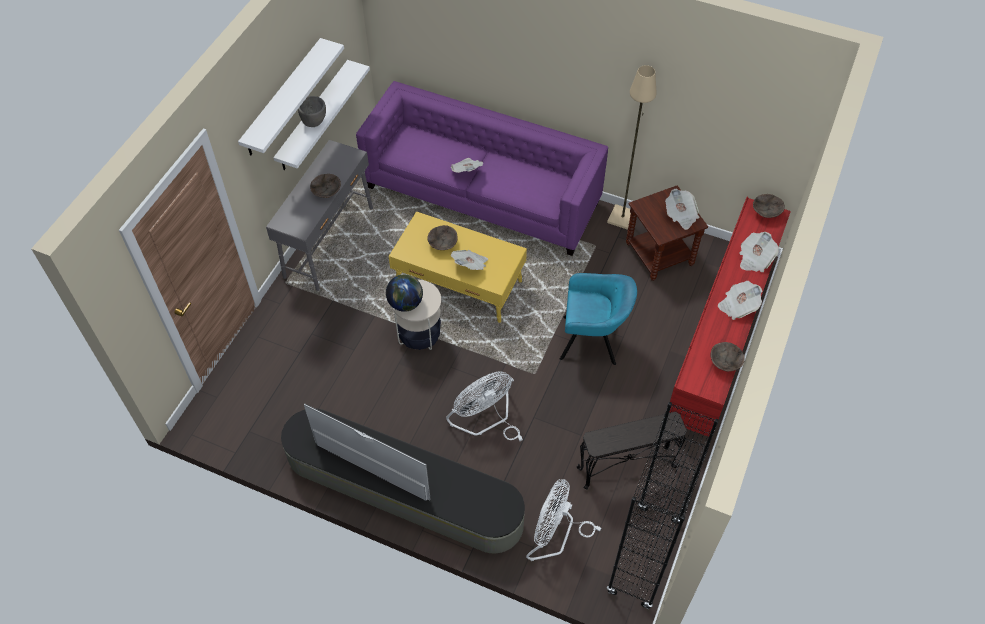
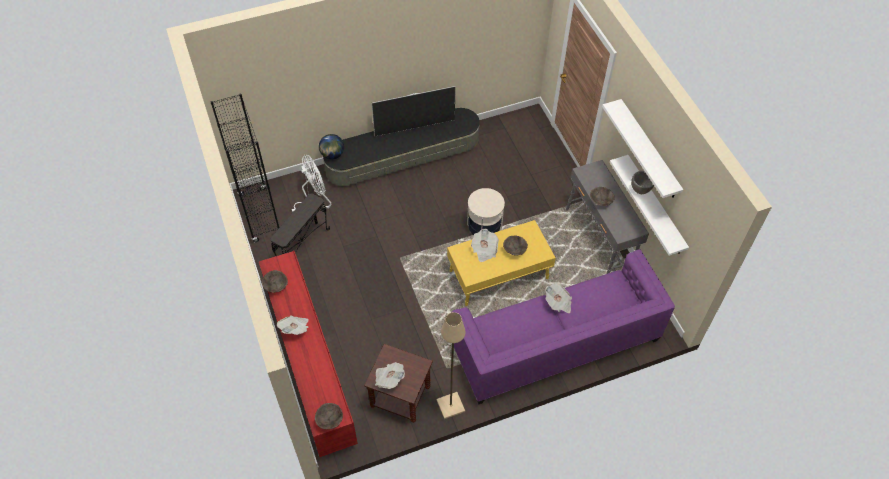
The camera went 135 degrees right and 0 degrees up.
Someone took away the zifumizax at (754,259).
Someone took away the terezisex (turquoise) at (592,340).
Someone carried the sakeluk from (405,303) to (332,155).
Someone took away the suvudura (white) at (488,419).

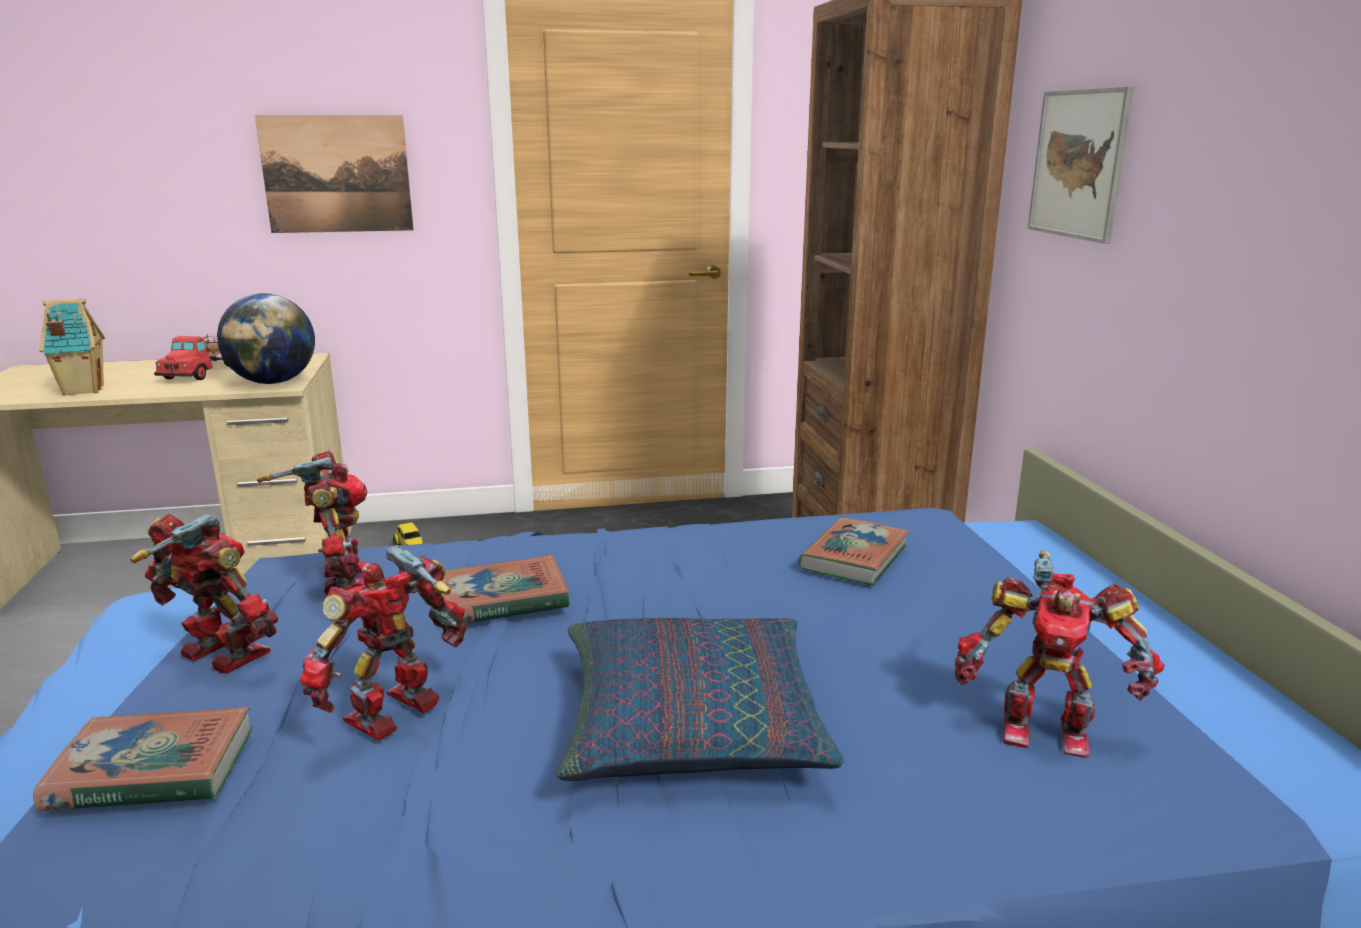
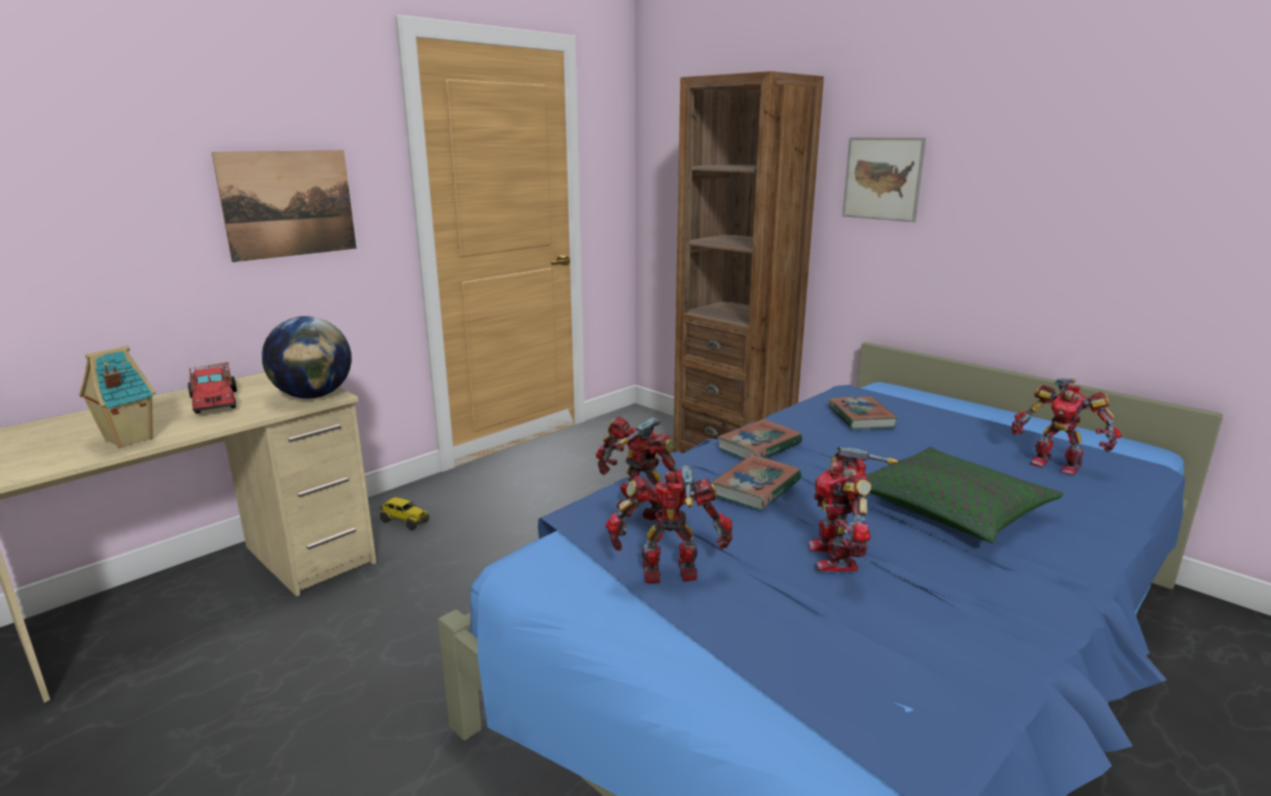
The camera went 35 degrees left and 0 degrees up.
Someone rotated the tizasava at (1043,728) by 60 degrees clockwise.
Someone repainted the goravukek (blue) at (691,724), which became the goravukek (green) at (953,510).
Someone carried the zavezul from (152,770) to (759,446).

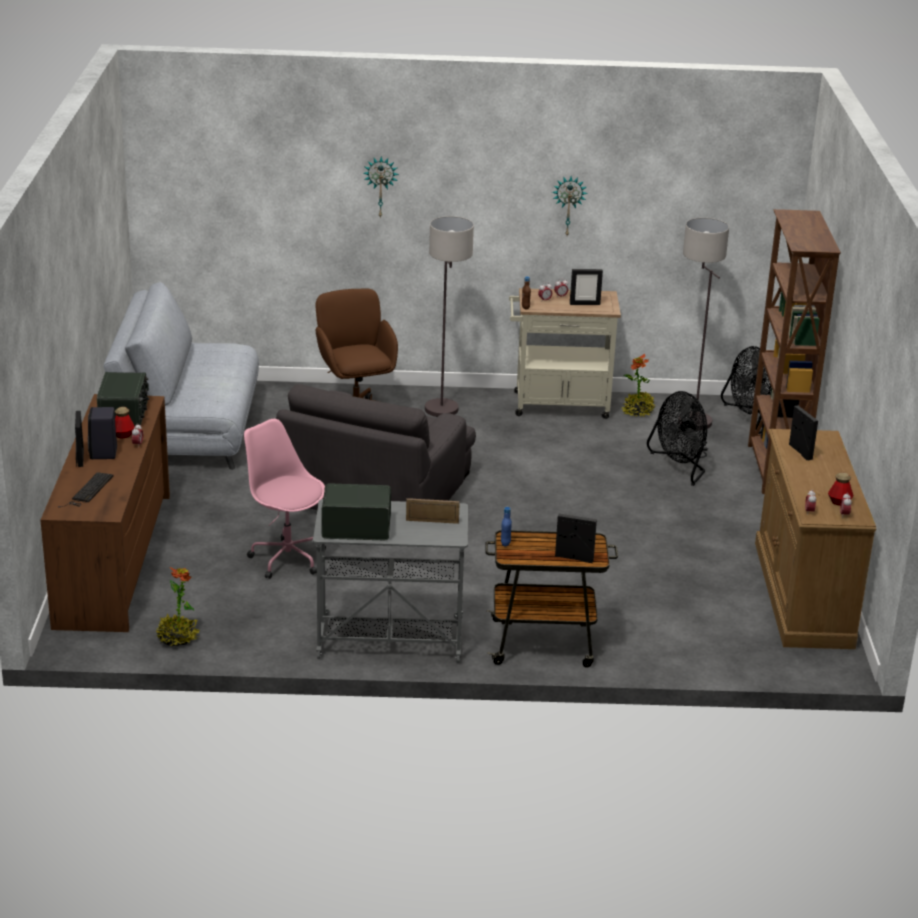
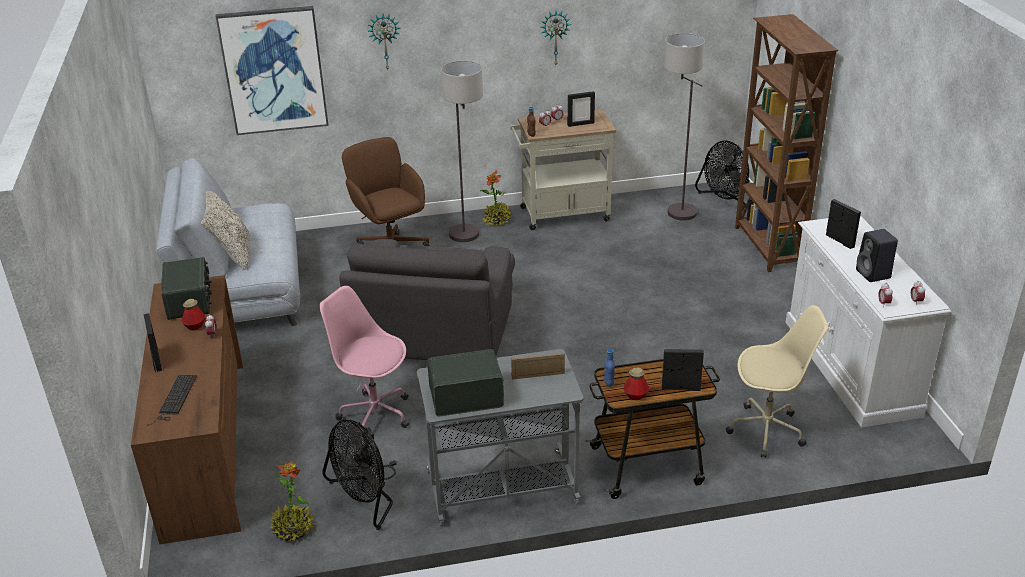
The camera went 10 degrees left and 5 degrees up.
Someone carried the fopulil from (638,411) to (497,220).
Someone carried the suvudura (black) from (682,464) to (367,495).
Someone carried the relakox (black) from (103,454) to (874,274).
Someone repainted the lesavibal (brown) at (802,594), which became the lesavibal (white) at (850,367).
Someone carried the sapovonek from (839,502) to (635,396).
Someone put up the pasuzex at (274,70).
Someone put down the goravukek (beige) at (232,254).
Someone put down the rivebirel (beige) at (768,431).

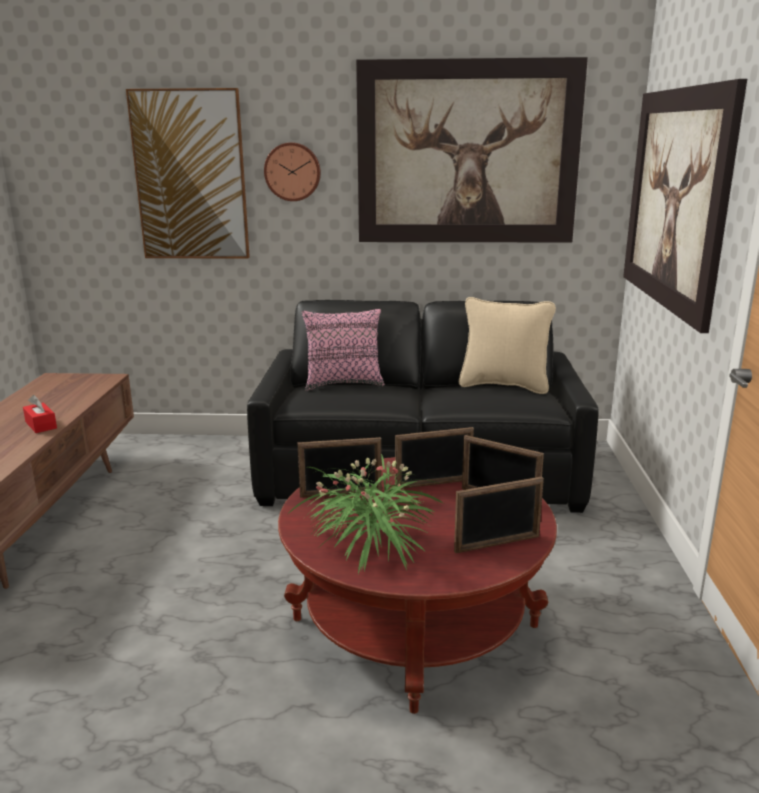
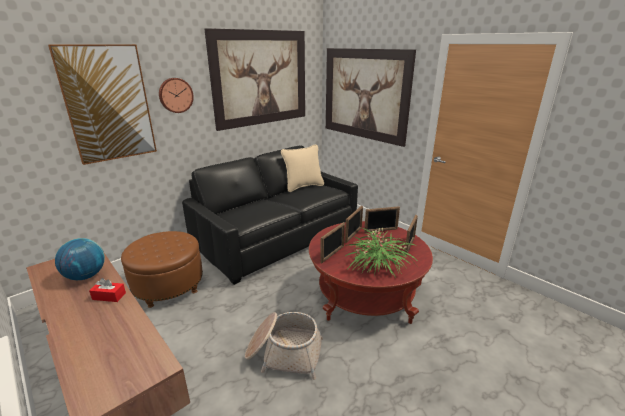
The camera went 45 degrees left and 5 degrees up.
Someone took away the goravukek (pink) at (344,384).
Someone put down the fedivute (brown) at (169,287).
Someone put down the sakeluk at (86,276).
Someone put down the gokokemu at (284,353).

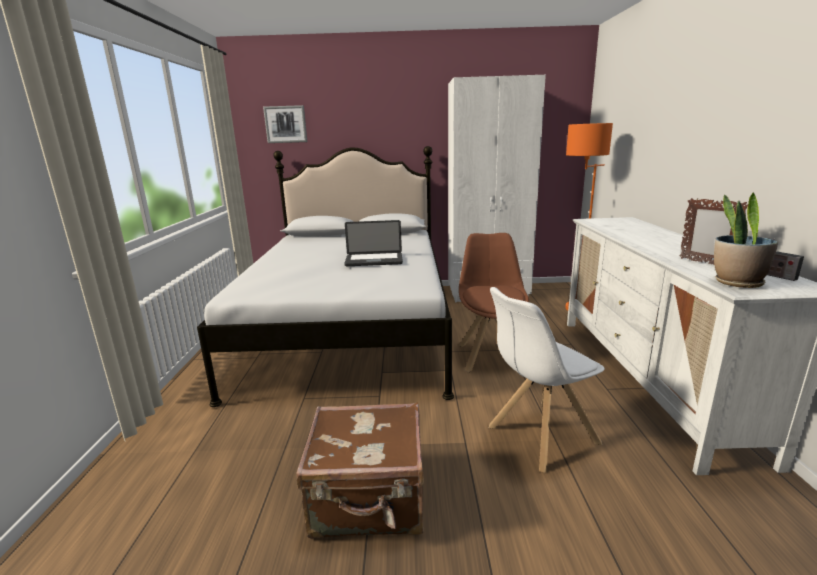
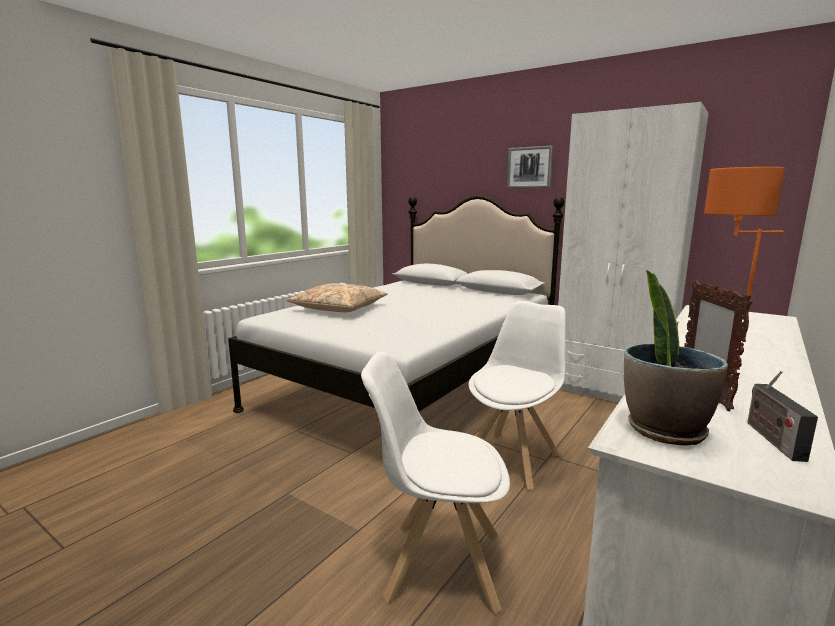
The camera went 35 degrees right and 5 degrees down.
Someone carried the pasuzex from (285,124) to (529,167).
Someone took away the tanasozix at (374,260).
Someone repainted the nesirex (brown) at (491,355), which became the nesirex (white) at (513,457).
Someone took away the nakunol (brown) at (369,500).
Someone put down the goravukek (beige) at (339,308).

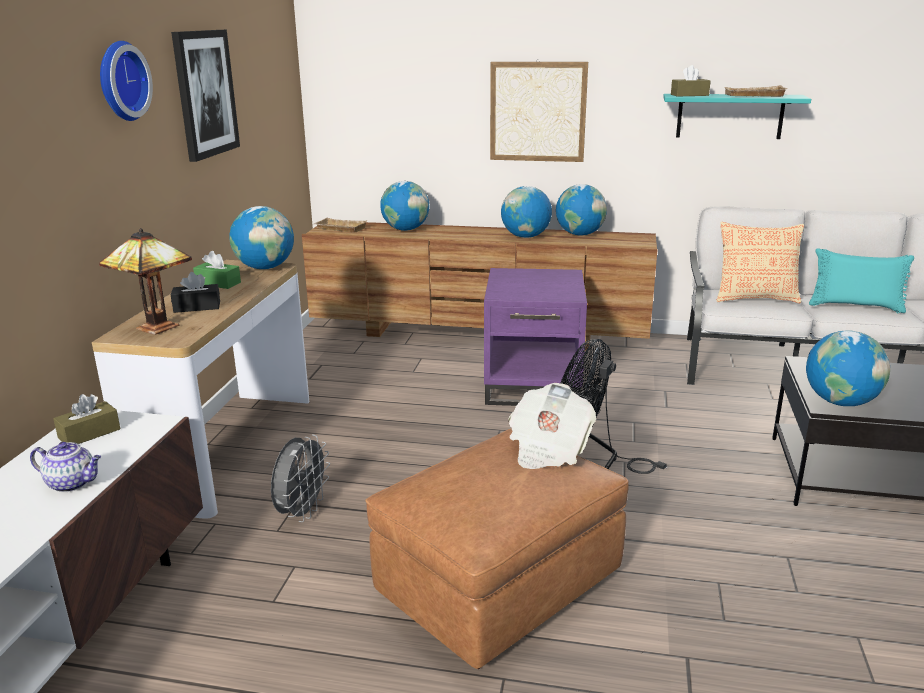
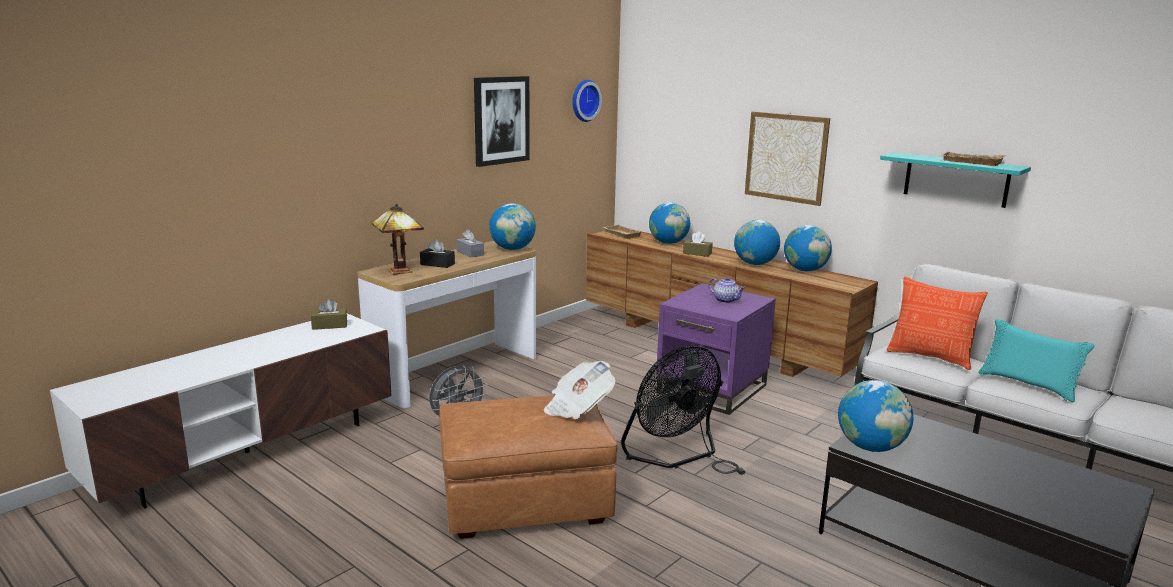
The camera went 30 degrees right and 5 degrees down.
Someone carried the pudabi from (120,81) to (584,100).
Someone carried the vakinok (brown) from (689,95) to (697,253).
Someone repainted the goravukek (beige) at (755,299), which became the goravukek (orange) at (930,357).
Someone repainted the vakinok (green) at (218,283), which became the vakinok (grey) at (470,253).
Someone carried the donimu from (73,483) to (726,300).

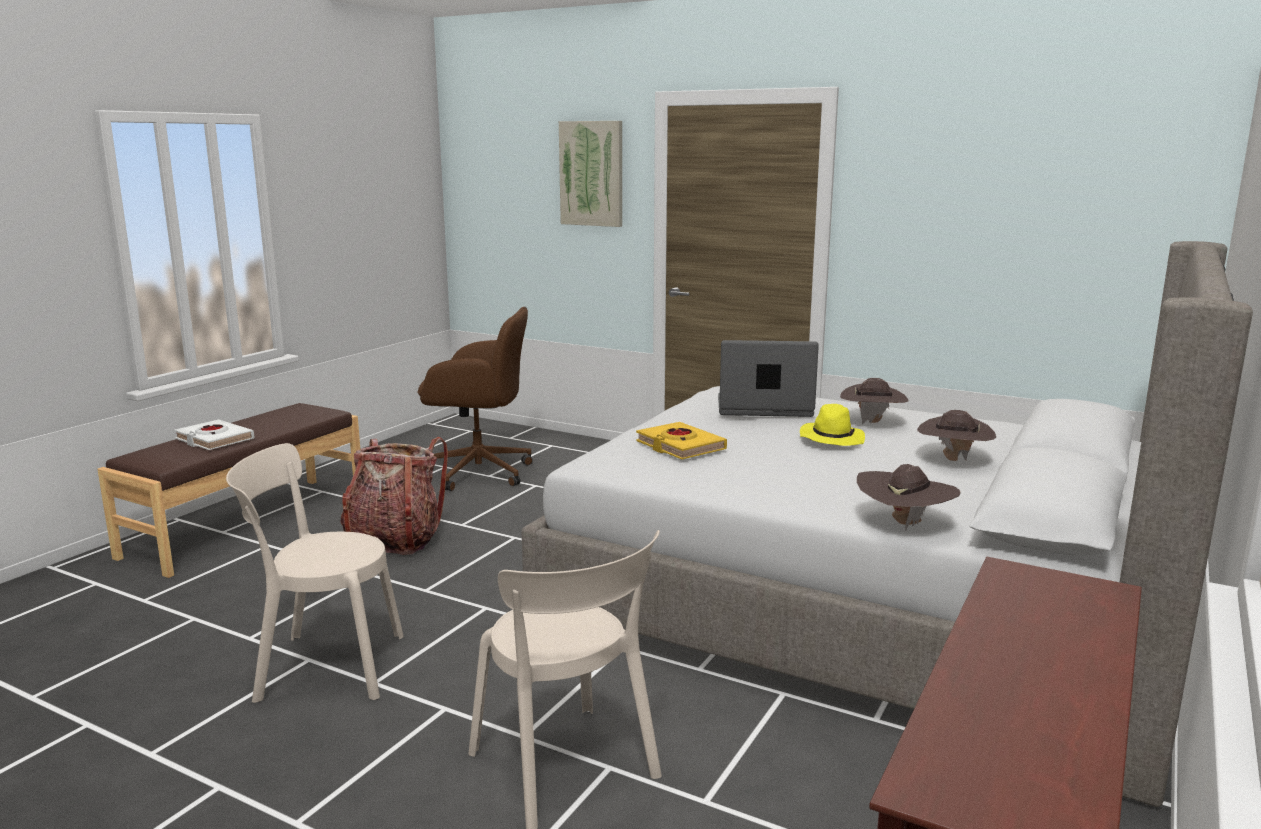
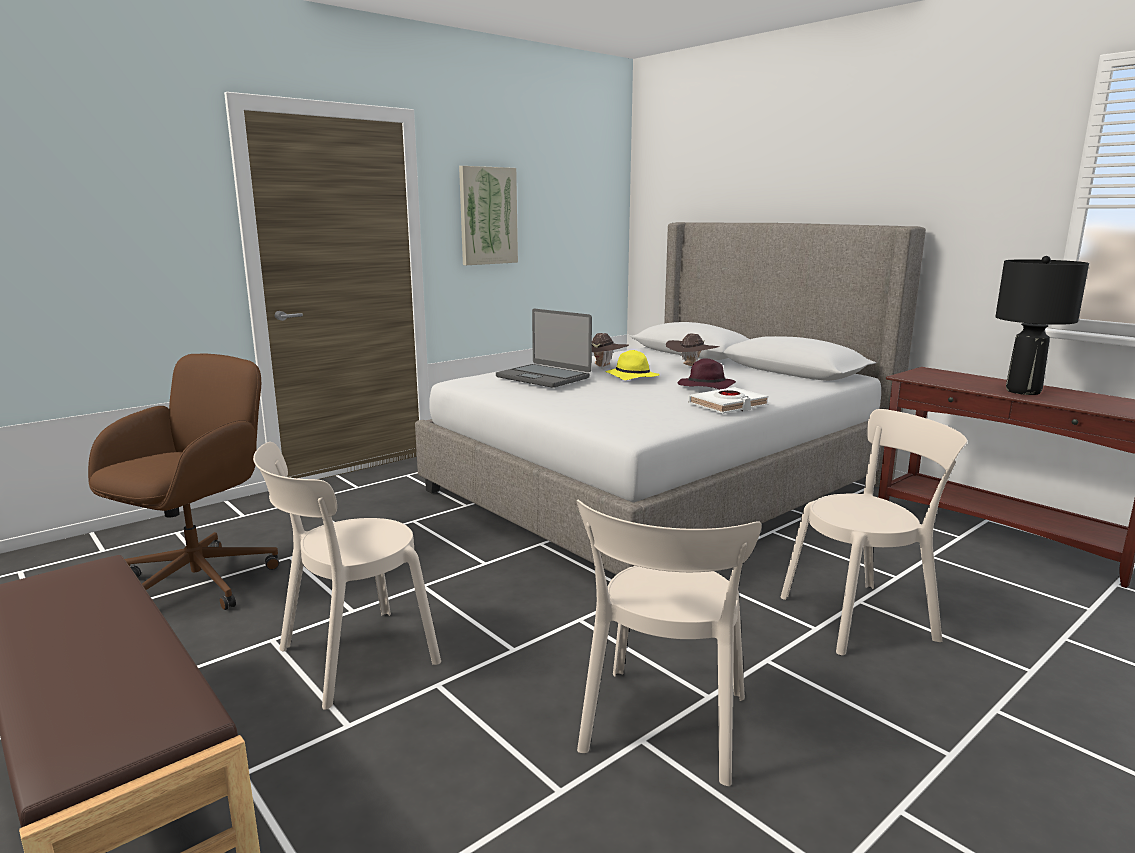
The camera went 70 degrees left and 0 degrees up.
Someone carried the pasuzex from (592,173) to (488,216).
Someone rotated the tanasozix at (764,408) by 75 degrees counterclockwise.
Someone carried the zavezul (white) from (214,440) to (728,405).
Someone took away the zavezul (yellow) at (680,446).
Someone swapped the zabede at (395,540) for the nesirex (beige) at (351,659).
Someone took away the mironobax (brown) at (904,524).
Someone put down the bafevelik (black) at (1023,391).
Someone put down the mironobax (purple) at (705,387).

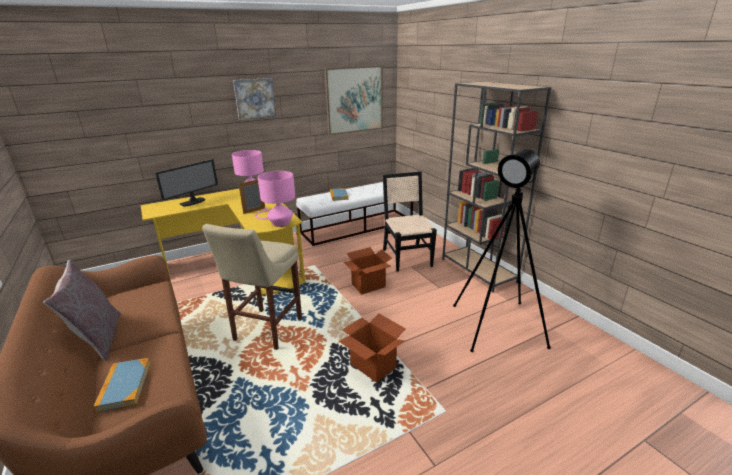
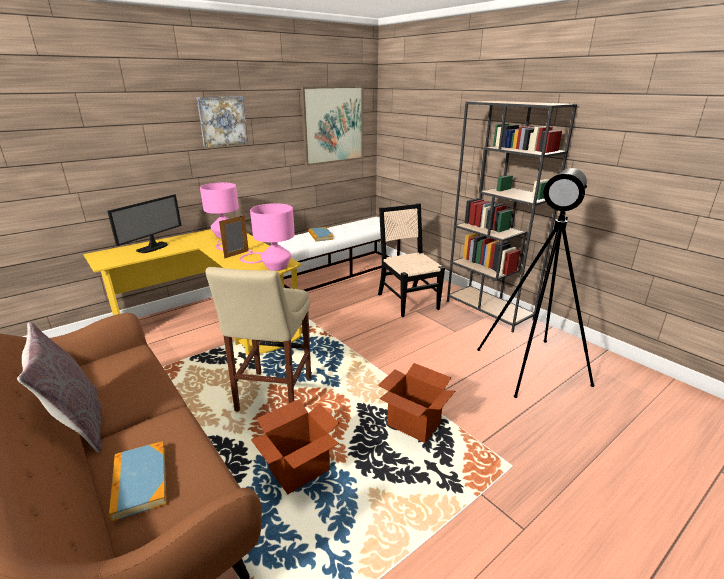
The camera went 10 degrees left and 0 degrees up.
Someone carried the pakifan from (368,285) to (299,470).

